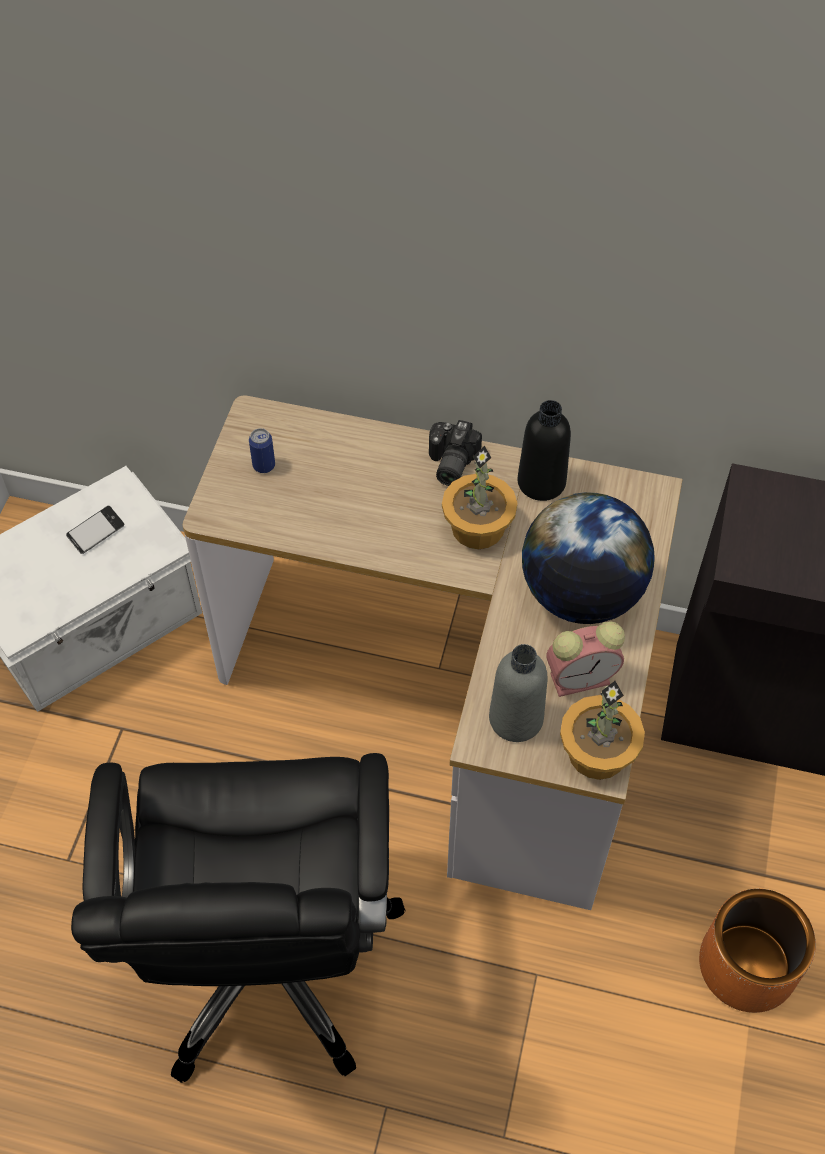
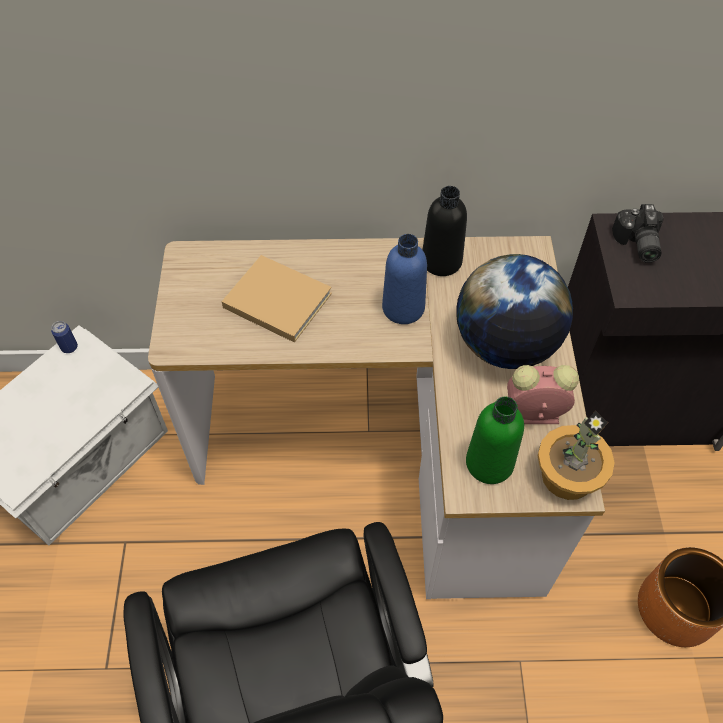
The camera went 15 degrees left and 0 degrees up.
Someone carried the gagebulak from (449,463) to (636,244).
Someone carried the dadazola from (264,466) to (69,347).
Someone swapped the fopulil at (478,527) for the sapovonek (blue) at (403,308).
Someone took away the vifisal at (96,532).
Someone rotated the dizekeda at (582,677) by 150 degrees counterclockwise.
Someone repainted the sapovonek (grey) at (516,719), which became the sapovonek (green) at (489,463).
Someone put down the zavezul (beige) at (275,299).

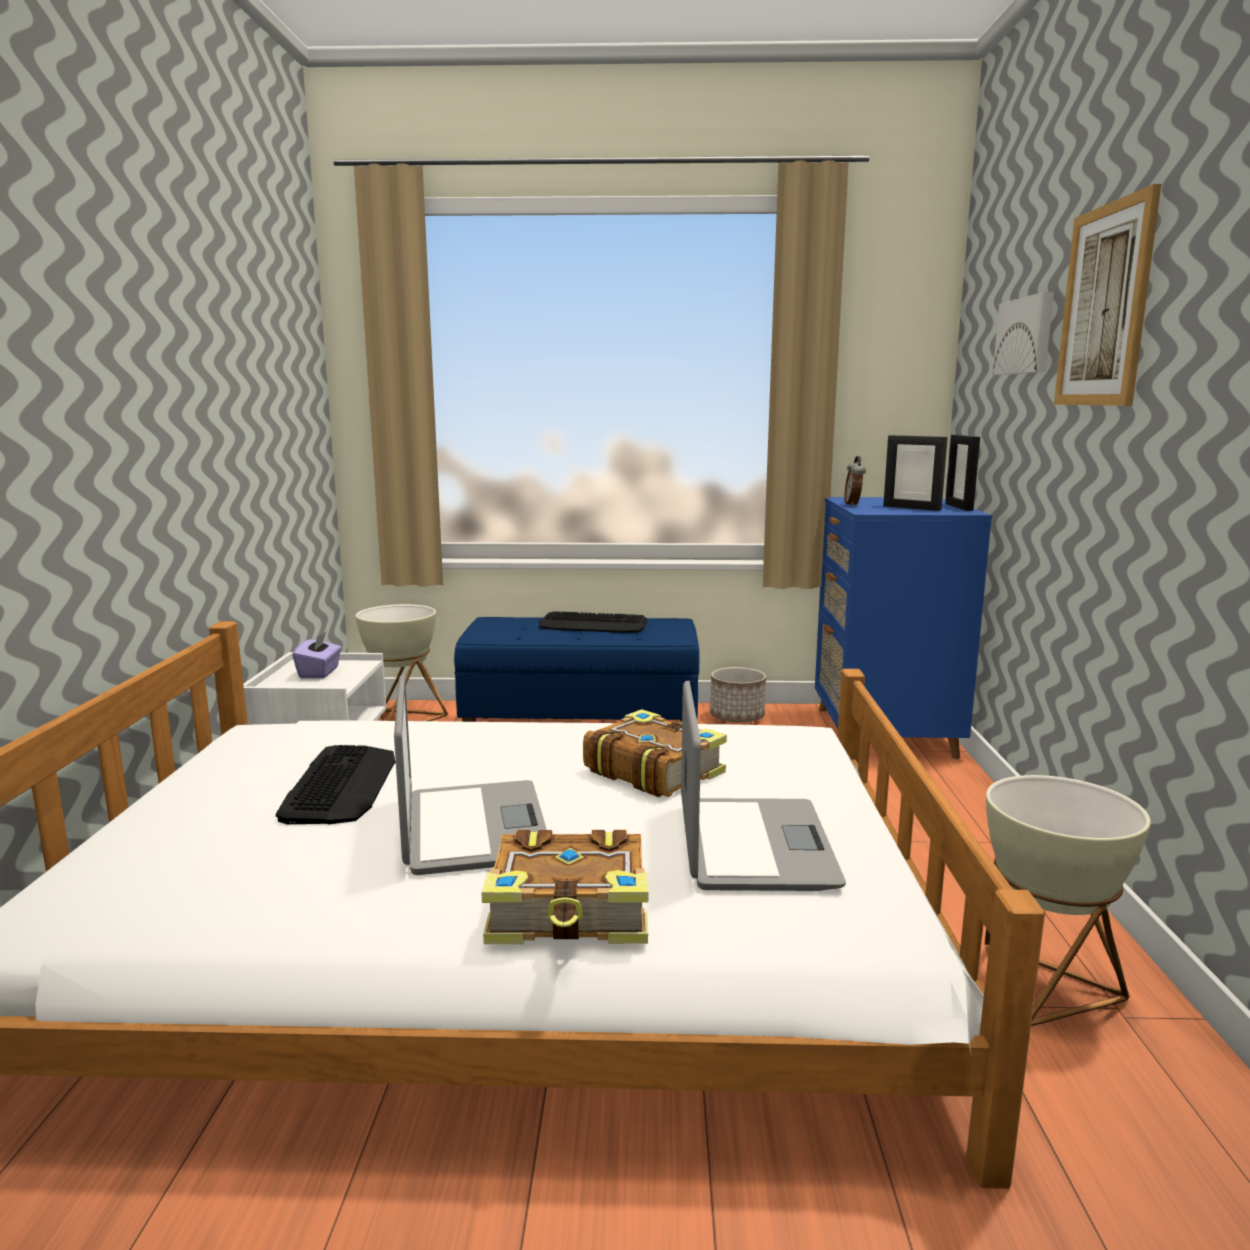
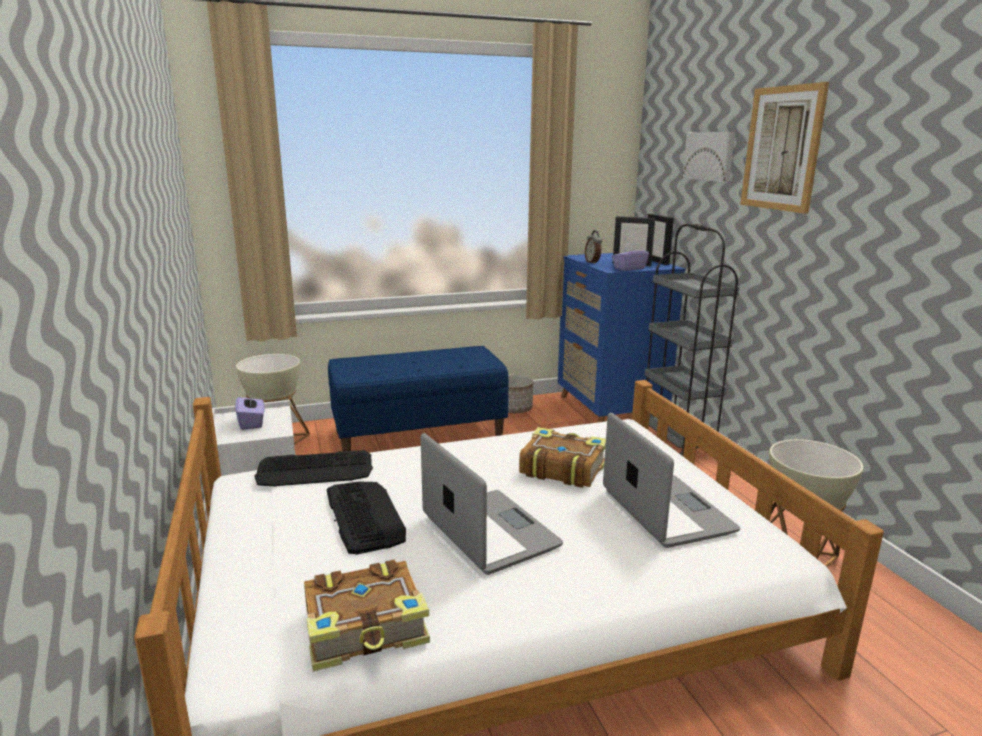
The camera went 20 degrees left and 5 degrees up.
Someone carried the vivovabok from (593,625) to (315,470).
Someone carried the zavezul from (571,912) to (367,628).
Someone put down the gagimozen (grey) at (678,445).
Someone put down the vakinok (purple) at (629,268).

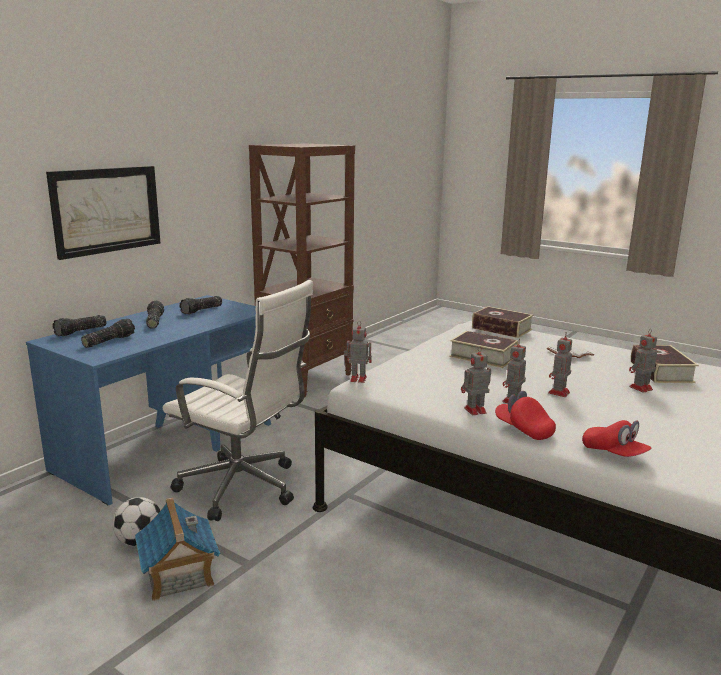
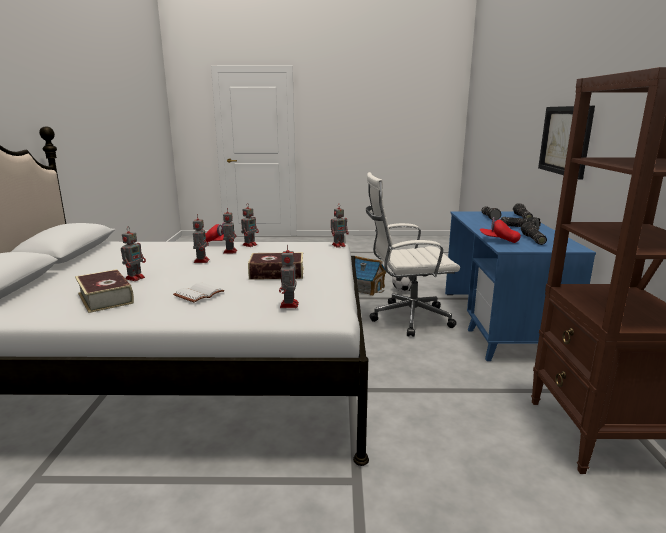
The camera went 145 degrees right and 0 degrees up.
Someone swapped the zavezul at (501,329) for the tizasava at (289,305).
Someone carried the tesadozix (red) from (614,453) to (499,240).

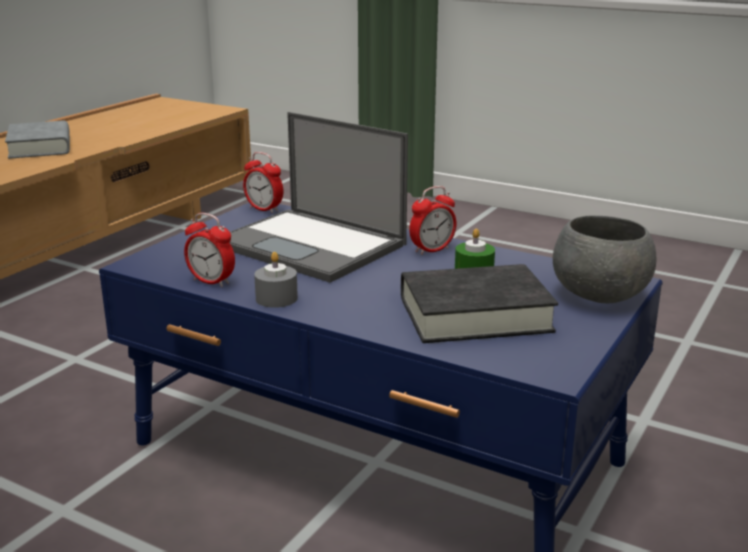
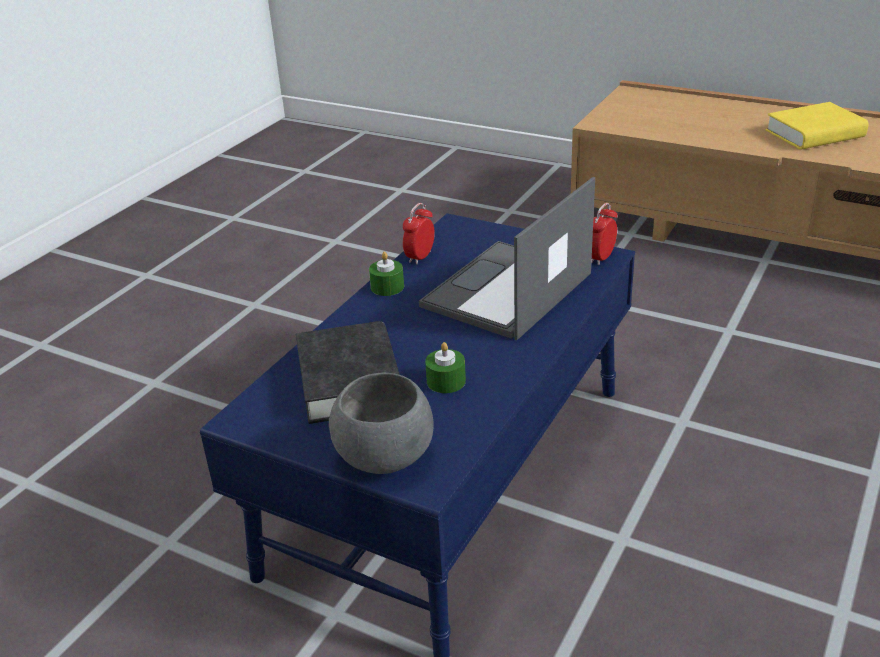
The camera went 90 degrees right and 10 degrees up.
Someone repainted the zavezul (grey) at (40,147), which became the zavezul (yellow) at (814,134).
Someone took away the dizekeda at (432,250).
Someone repainted the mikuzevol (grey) at (276,298), which became the mikuzevol (green) at (387,287).

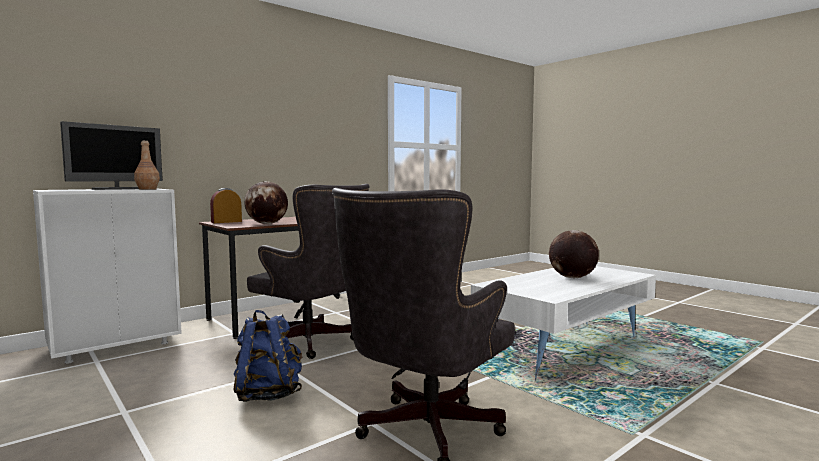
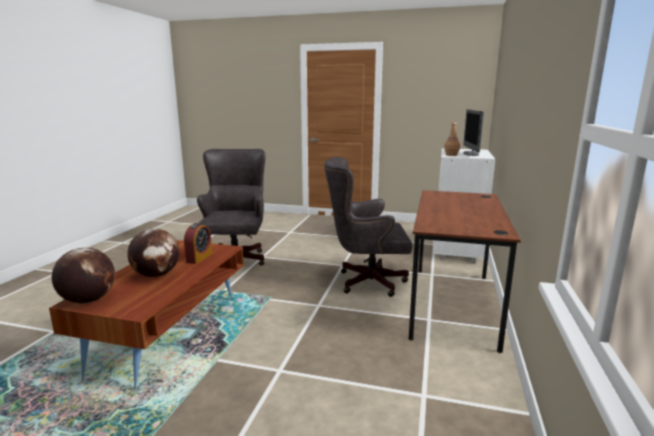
The camera went 145 degrees right and 10 degrees up.
Someone carried the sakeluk from (267,224) to (88,300).
Someone carried the dizekeda from (226,222) to (199,258).
Someone repainted the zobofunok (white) at (565,350), which became the zobofunok (brown) at (169,334).
Someone took away the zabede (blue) at (268,394).

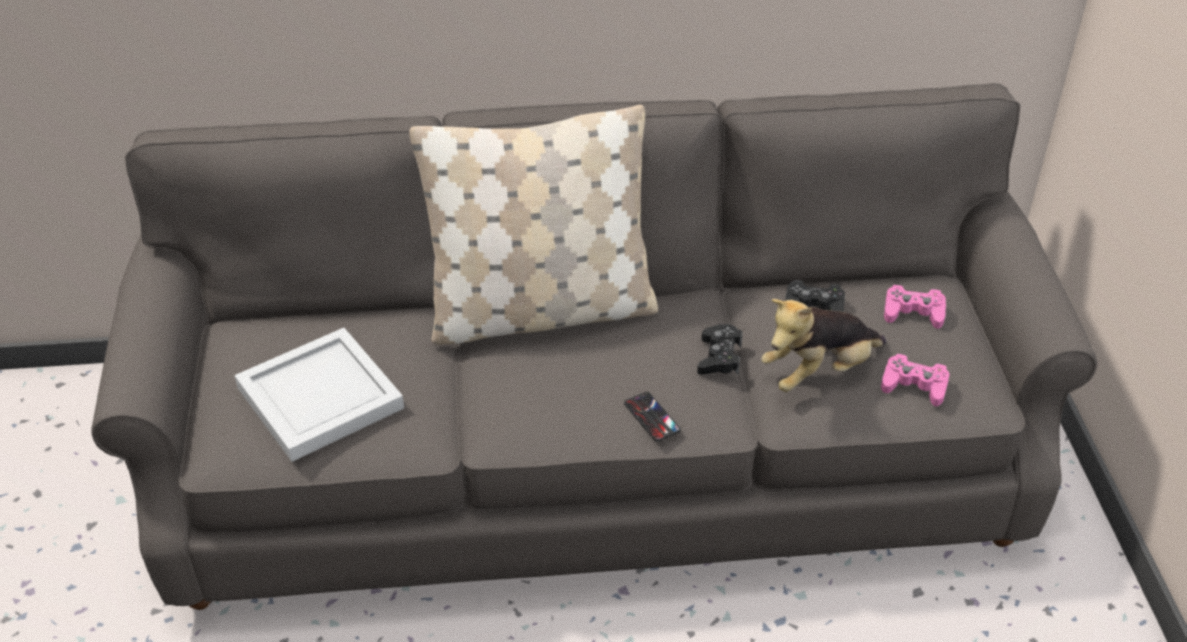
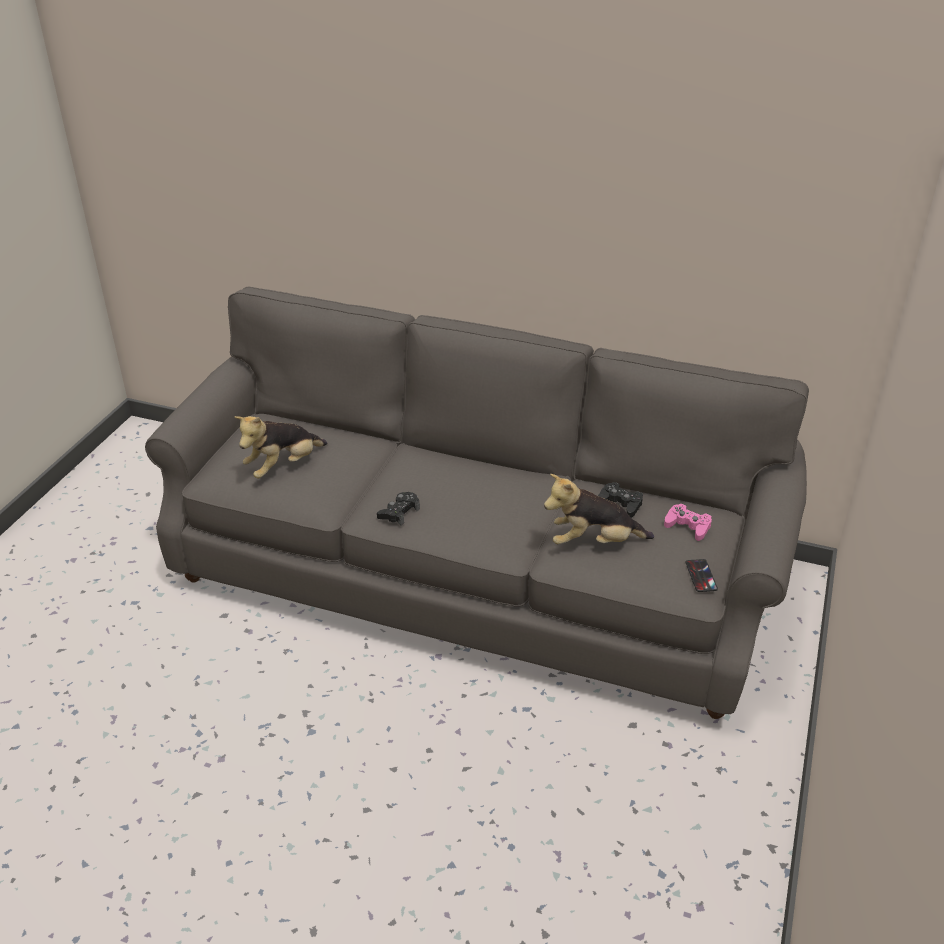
The camera went 25 degrees right and 5 degrees down.
Someone took away the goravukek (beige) at (541,311).
Someone carried the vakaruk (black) from (719,357) to (399,512).
Someone swapped the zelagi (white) at (321,396) for the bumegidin at (283,466).
Someone took away the vakaruk (pink) at (914,385).
Someone carried the vifisal from (651,417) to (701,576).

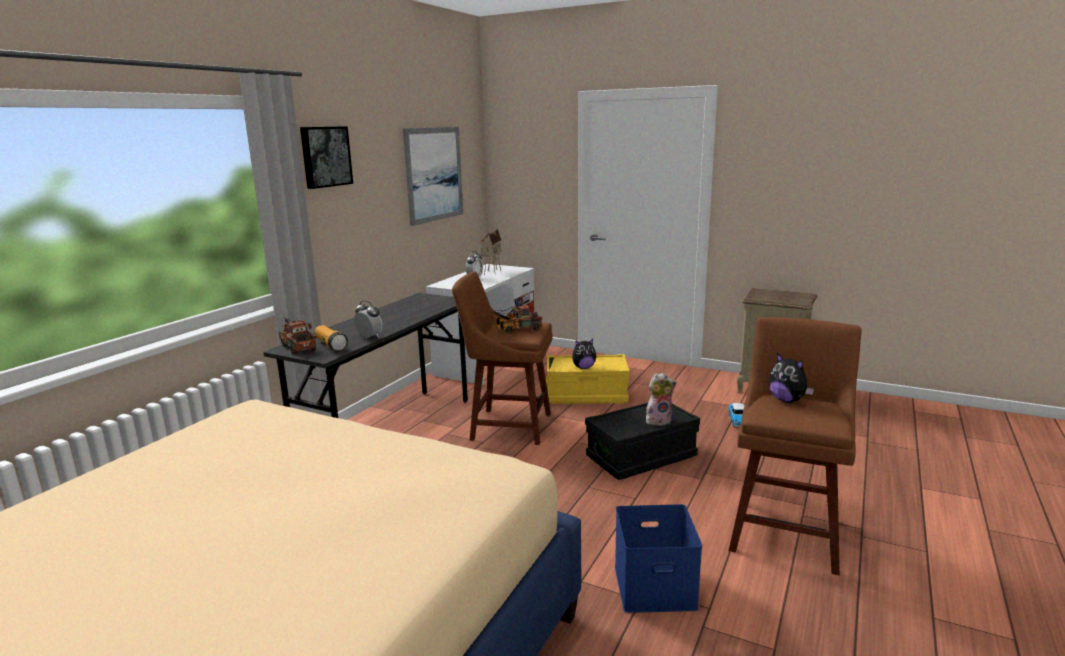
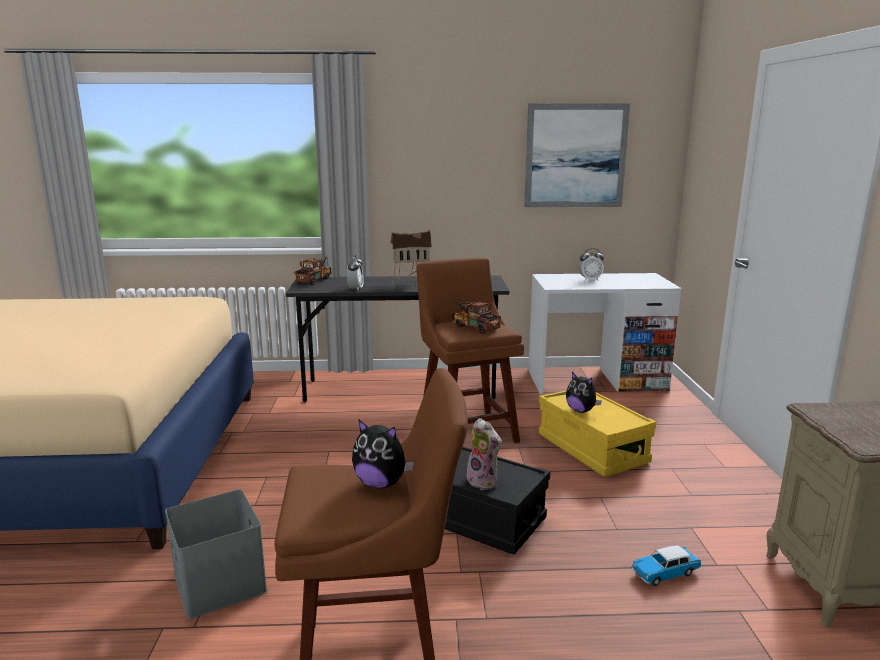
The camera went 60 degrees right and 0 degrees up.
Someone took away the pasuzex at (325,156).
Someone carried the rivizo from (491,272) to (410,283).
Someone took away the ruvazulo at (331,345).
Someone rotated the bumegidin at (787,400) by 90 degrees counterclockwise.
Someone repainted the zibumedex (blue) at (655,585), which became the zibumedex (grey) at (222,583).

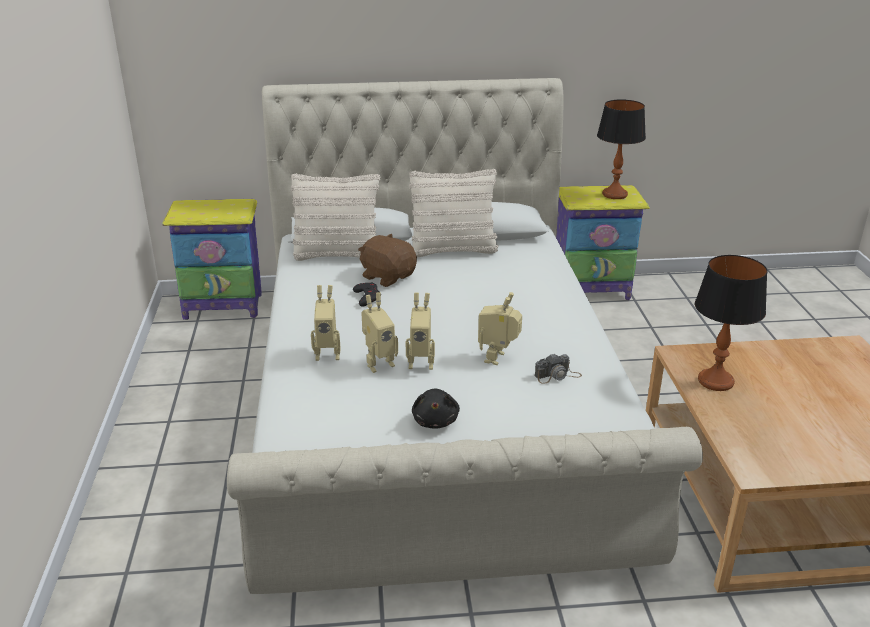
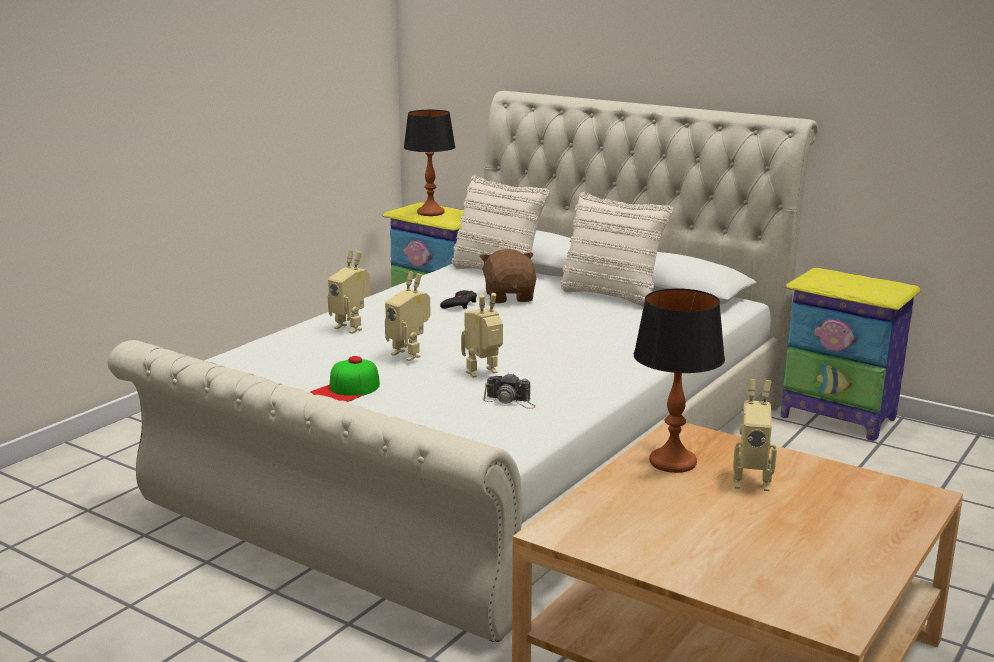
The camera went 40 degrees right and 10 degrees down.
Someone carried the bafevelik from (614,194) to (431,212).
Someone carried the tizasava from (378,363) to (751,482).
Someone swapped the bumegidin (black) at (435,421) for the tesadozix at (343,391).

